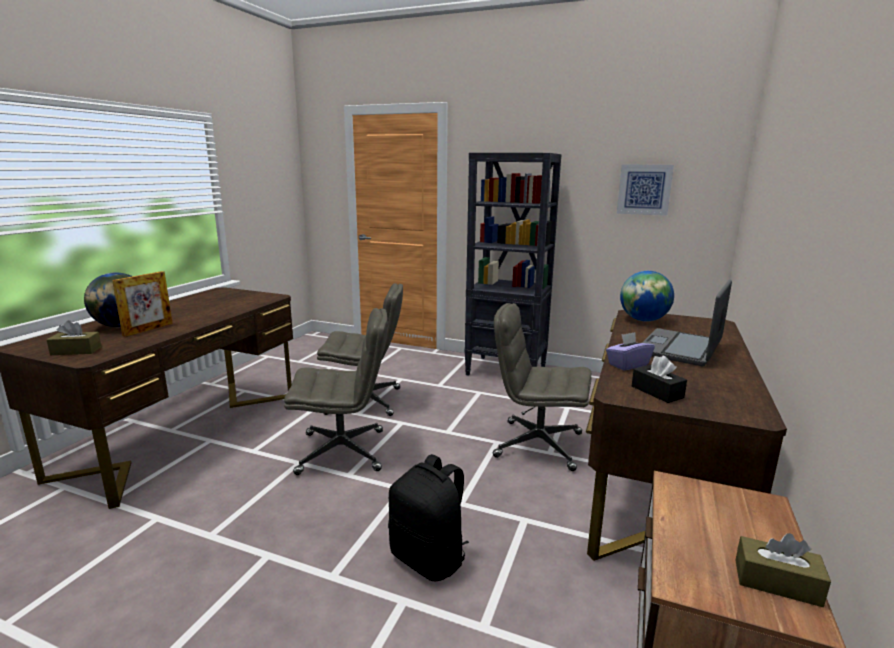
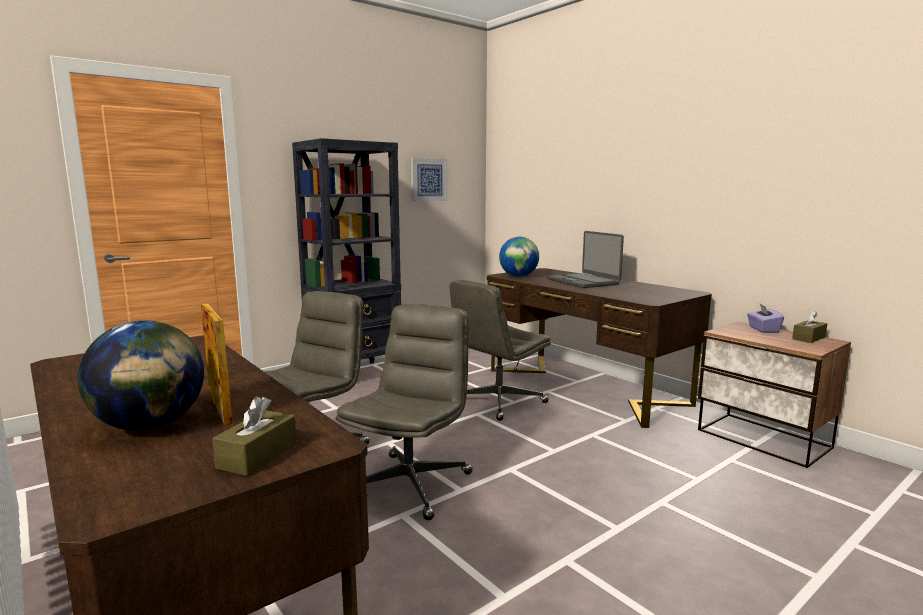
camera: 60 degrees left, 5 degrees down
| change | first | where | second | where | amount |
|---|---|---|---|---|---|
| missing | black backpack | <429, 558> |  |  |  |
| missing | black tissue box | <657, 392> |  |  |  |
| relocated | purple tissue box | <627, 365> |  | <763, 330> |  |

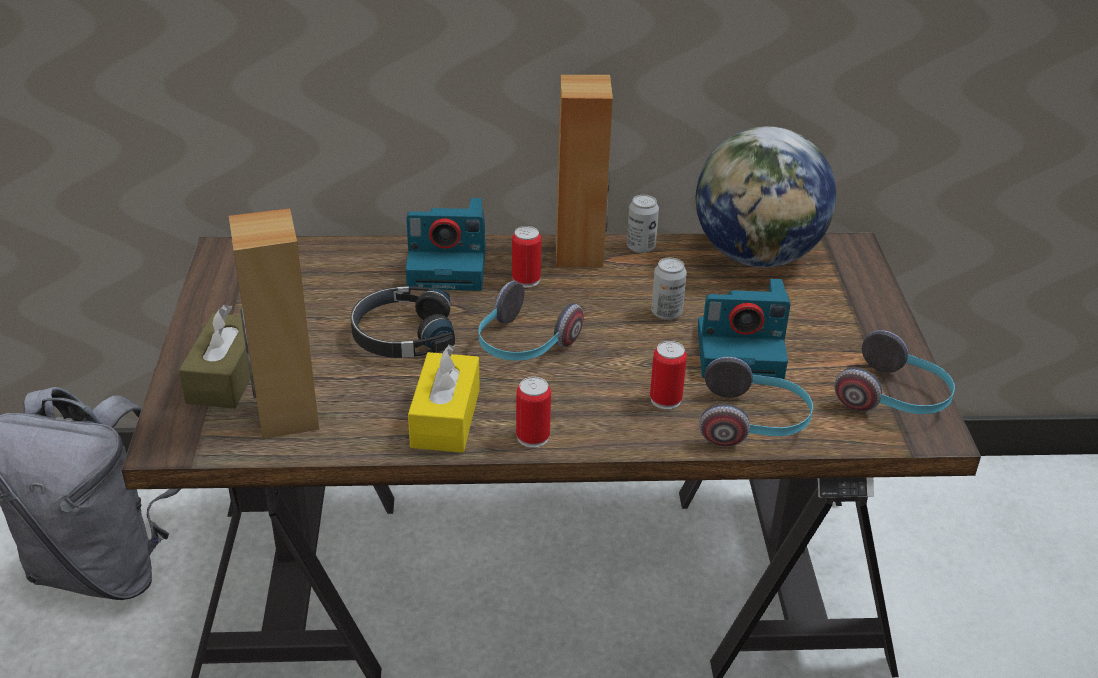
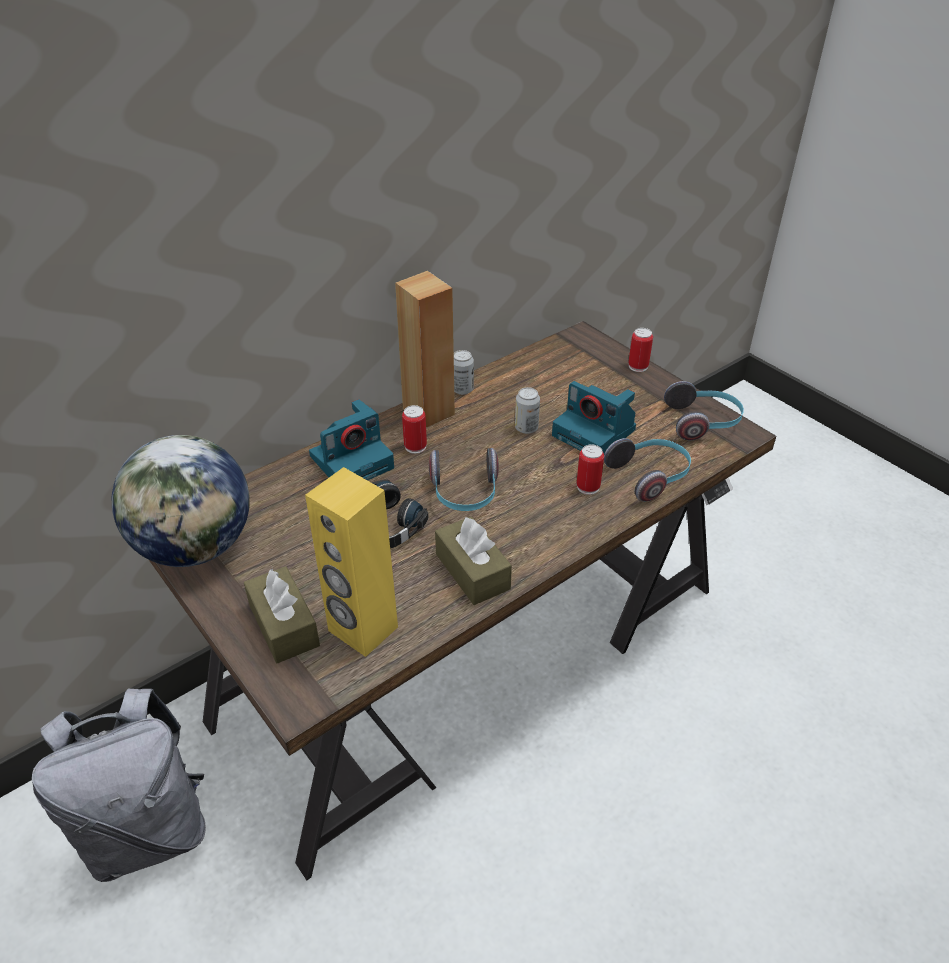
camera: 35 degrees left, 5 degrees up
| change | first | where | second | where | amount |
|---|---|---|---|---|---|
| relocated | can | <532, 437> |  | <638, 366> |  |
| relocated | globe | <757, 256> |  | <196, 547> |  |
| colour | brown speaker | <286, 415> | yellow speaker | <362, 629> |  |
| colour | yellow tissue box | <445, 418> | brown tissue box | <472, 571> |  |
| spun | photo camera | <742, 351> |  | <595, 433> | 75 degrees clockwise |

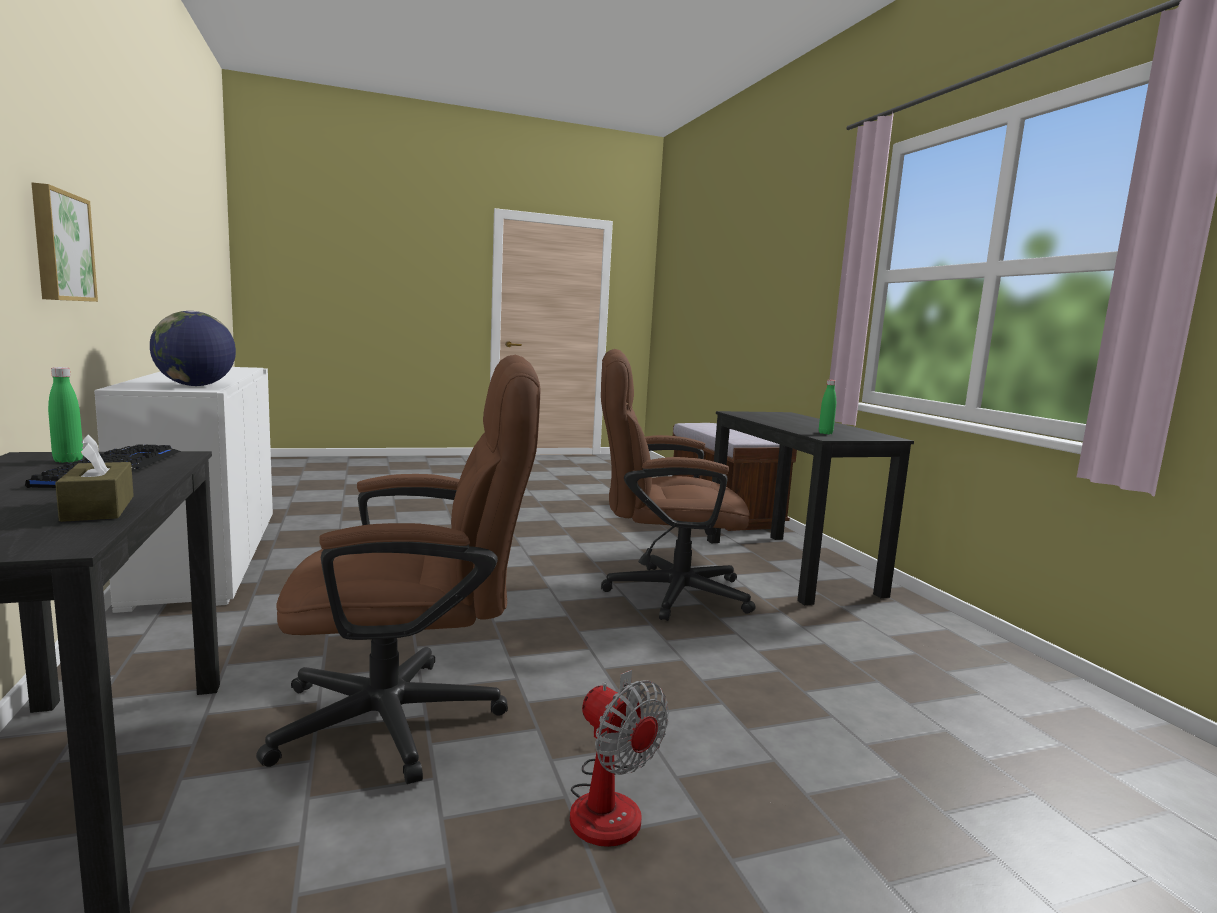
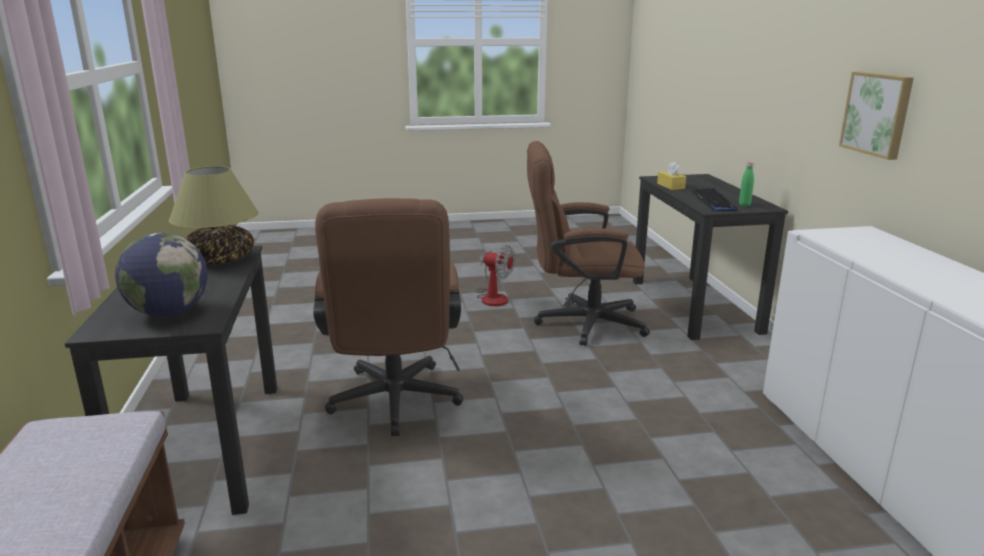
camera: 170 degrees left, 10 degrees up
| change | first | where | second | where | amount |
|---|---|---|---|---|---|
| relocated | globe | <196, 386> |  | <169, 313> |  |
| exchanged | green bottle | <825, 433> | table lamp | <220, 259> |  |
| colour | brown tissue box | <98, 508> | yellow tissue box | <670, 186> |  |
| spun | fan | <610, 801> |  | <493, 297> | 150 degrees clockwise |
| spun | brown office chair | <662, 592> |  | <394, 405> | 75 degrees clockwise |

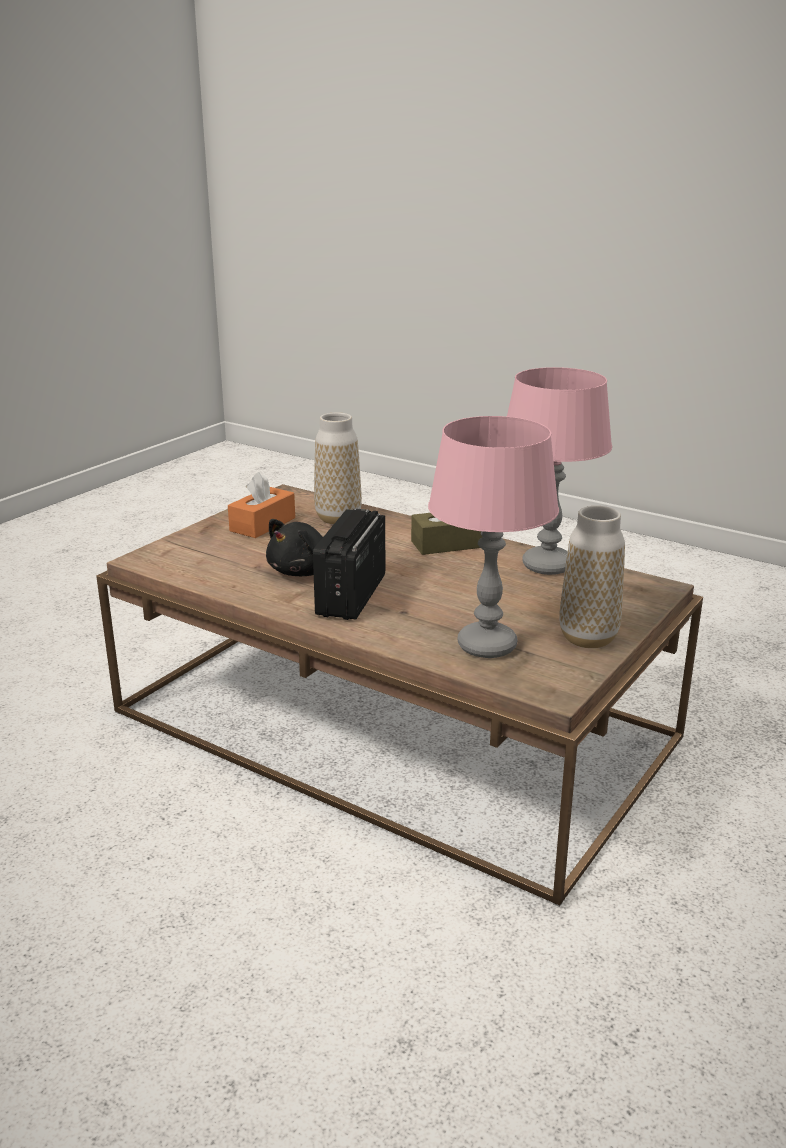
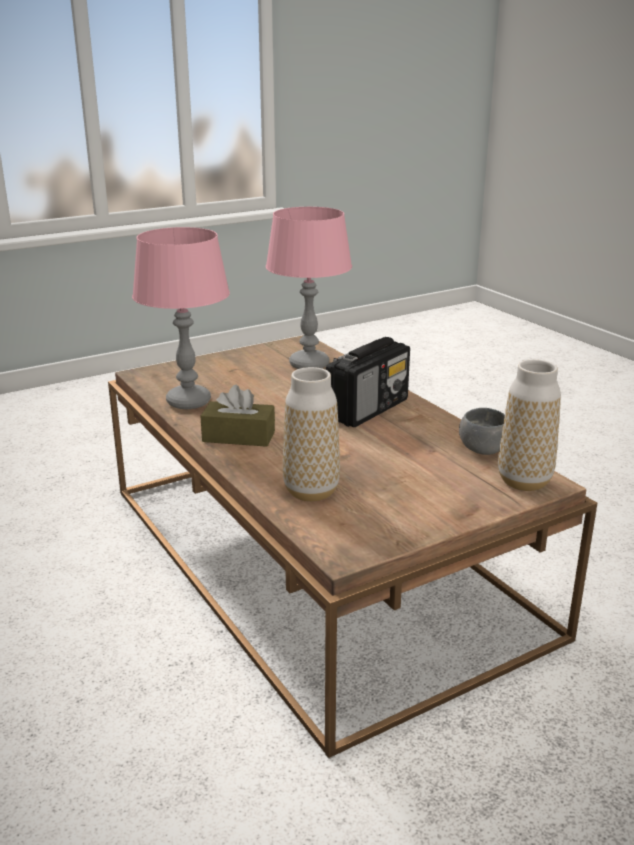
camera: 155 degrees left, 0 degrees up
| change | first | where | second | where | amount |
|---|---|---|---|---|---|
| missing | orange tissue box | <262, 524> |  |  |  |
| missing | black plush toy | <303, 571> |  |  |  |
| appeared |  |  | grey bowl | <482, 450> |  |
| relocated | vase | <588, 638> |  | <524, 481> |  |

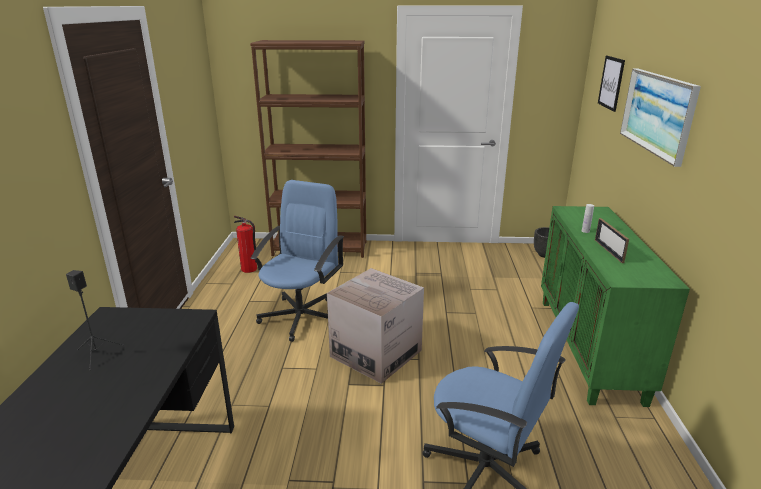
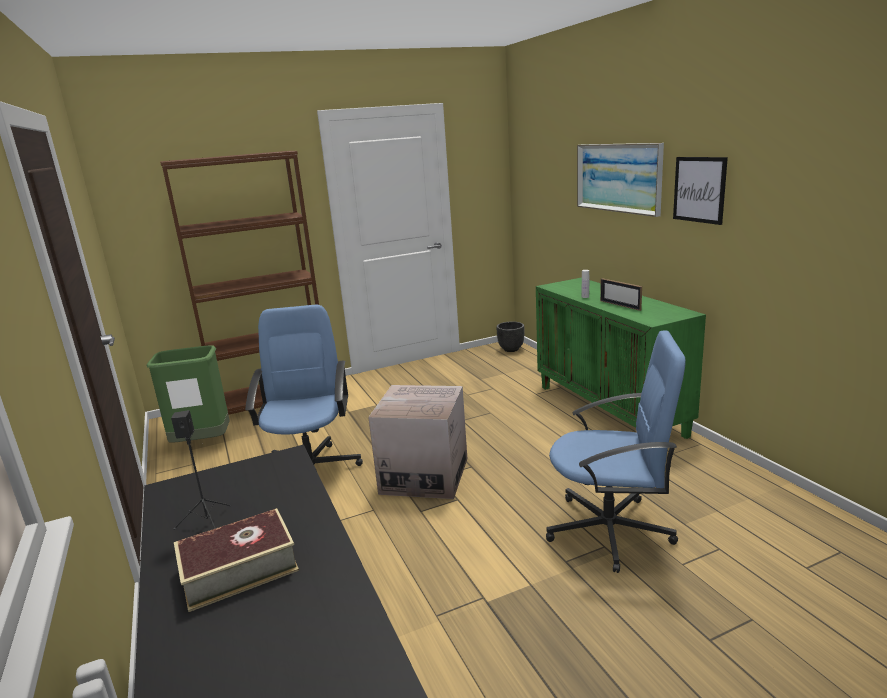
camera: 25 degrees left, 5 degrees down
| change | first | where | second | where | amount |
|---|---|---|---|---|---|
| appeared |  |  | book | <239, 569> |  |
| relocated | picture | <611, 83> |  | <699, 189> |  |
| exchanged | fire extinguisher | <249, 269> | green trash can | <202, 444> |  |

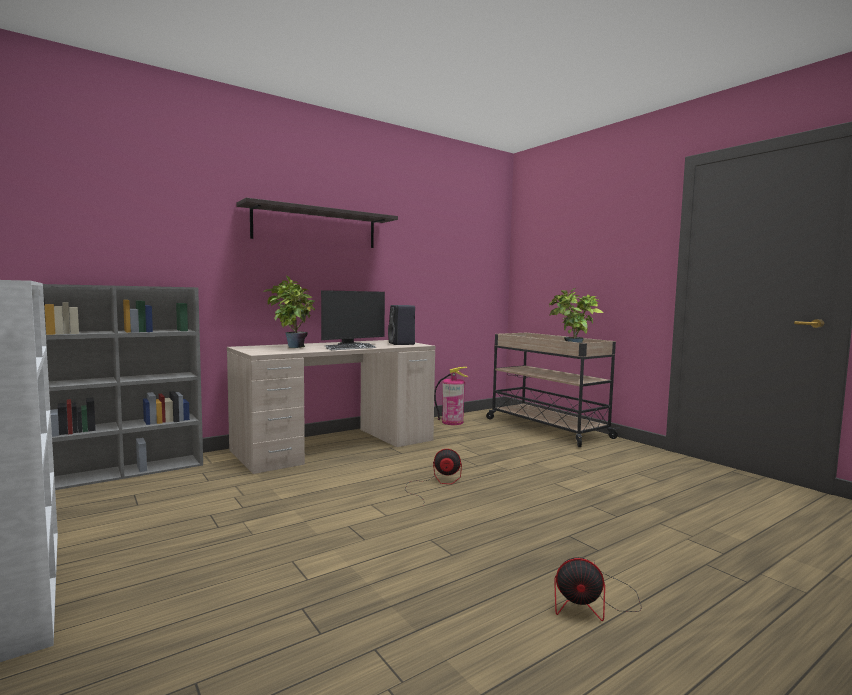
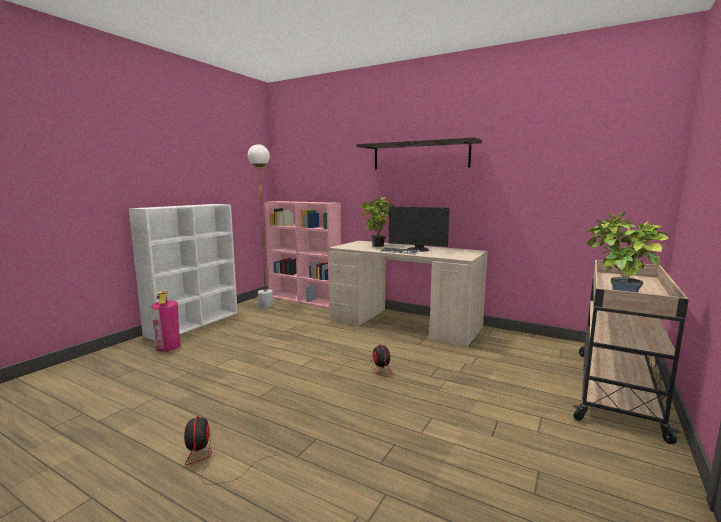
camera: 65 degrees right, 5 degrees up
| change | first | where | second | where | amount |
|---|---|---|---|---|---|
| missing | black speaker | <402, 344> |  |  |  |
| appeared |  |  | white floor lamp | <265, 305> |  |
| relocated | fire extinguisher | <452, 422> |  | <168, 346> |  |
| colour | grey bookcase | <122, 472> | pink bookcase | <305, 299> |  |

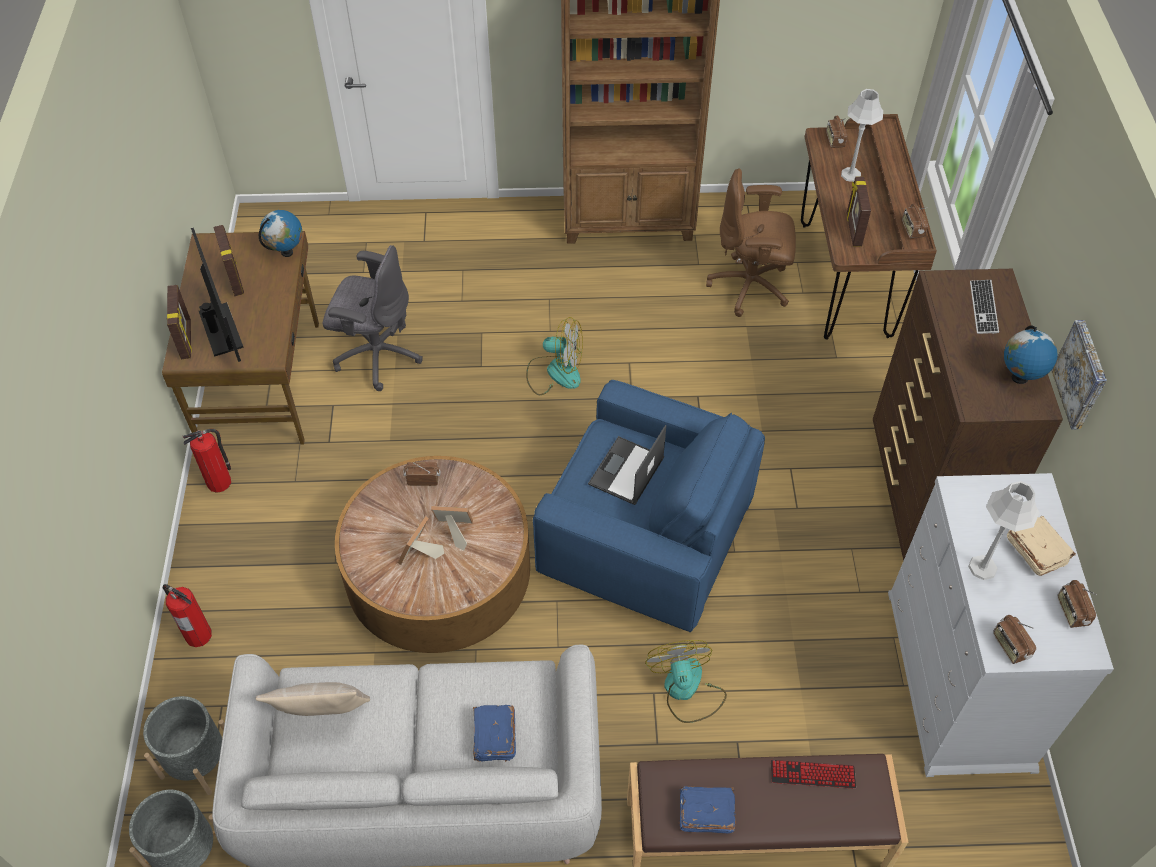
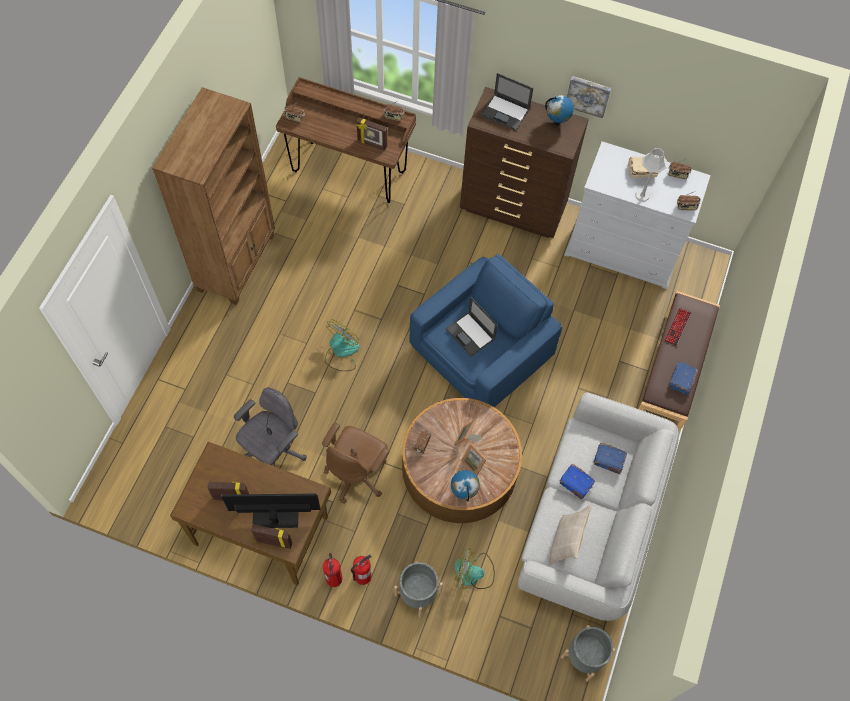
camera: 70 degrees left, 10 degrees up
| change | first | where | second | where | amount |
|---|---|---|---|---|---|
| missing | grey table lamp | <851, 174> |  |  |  |
| appeared |  |  | blue book | <576, 484> |  |
| relocated | grey planter | <198, 760> |  | <418, 593> |  |
| relocated | fire extinguisher | <198, 635> |  | <362, 576> |  |
| relocated | globe | <286, 252> |  | <464, 491> |  |
| relocated | fan | <686, 690> |  | <473, 574> |  |
| relocated | brown office chair | <750, 287> |  | <357, 474> |  |
| exchanged | keyboard | <983, 308> | laptop | <506, 112> |  |

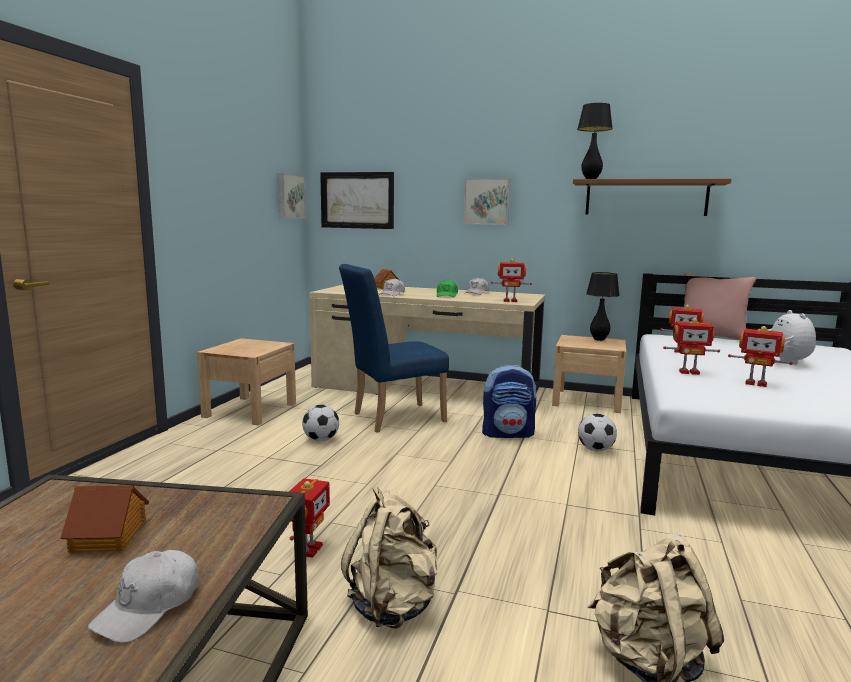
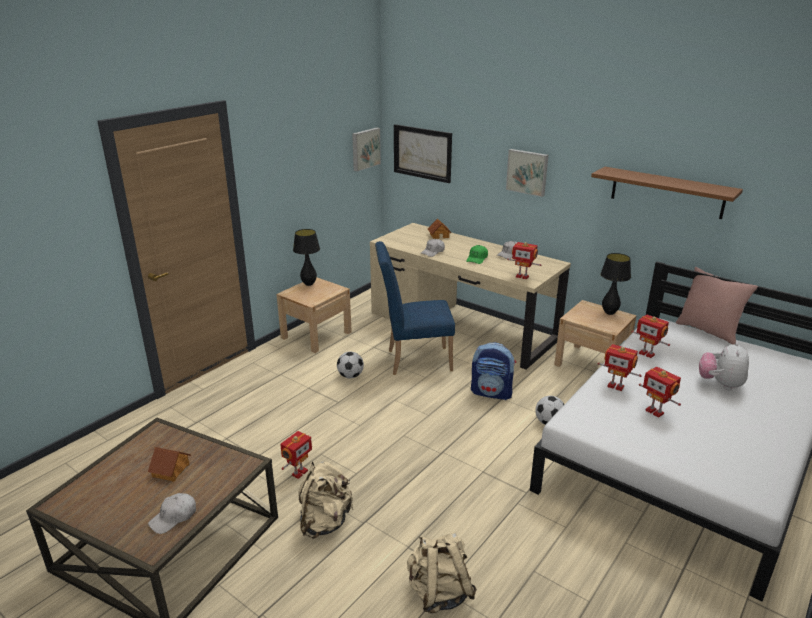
camera: 20 degrees right, 15 degrees up
| change | first | where | second | where | amount |
|---|---|---|---|---|---|
| relocated | black table lamp | <590, 179> |  | <309, 284> |  |

